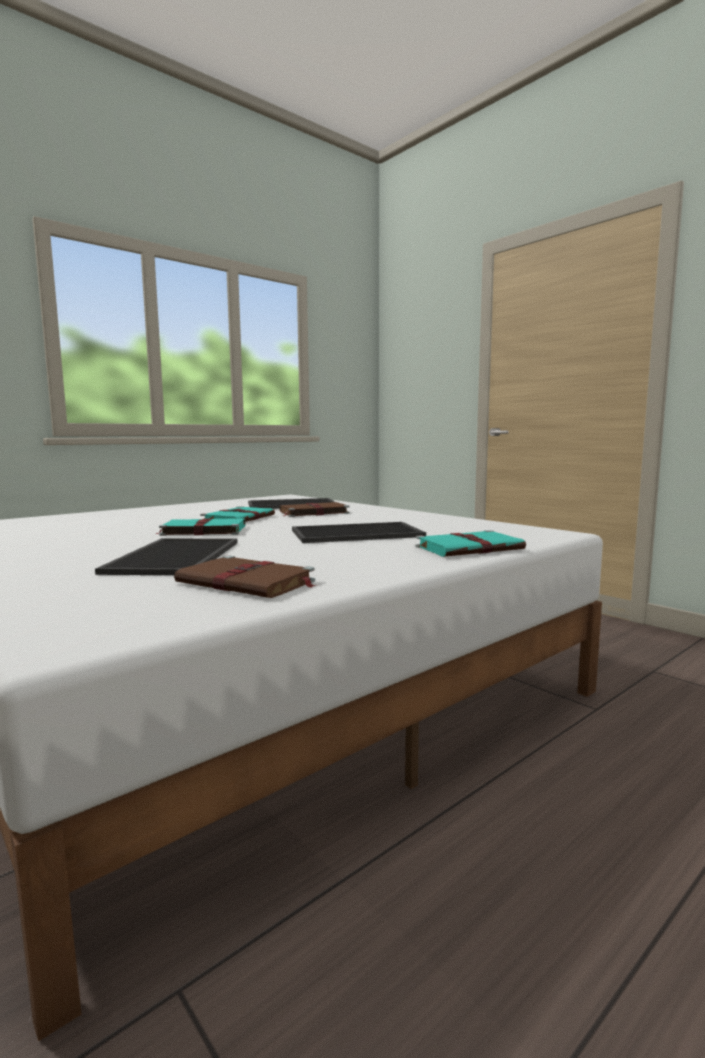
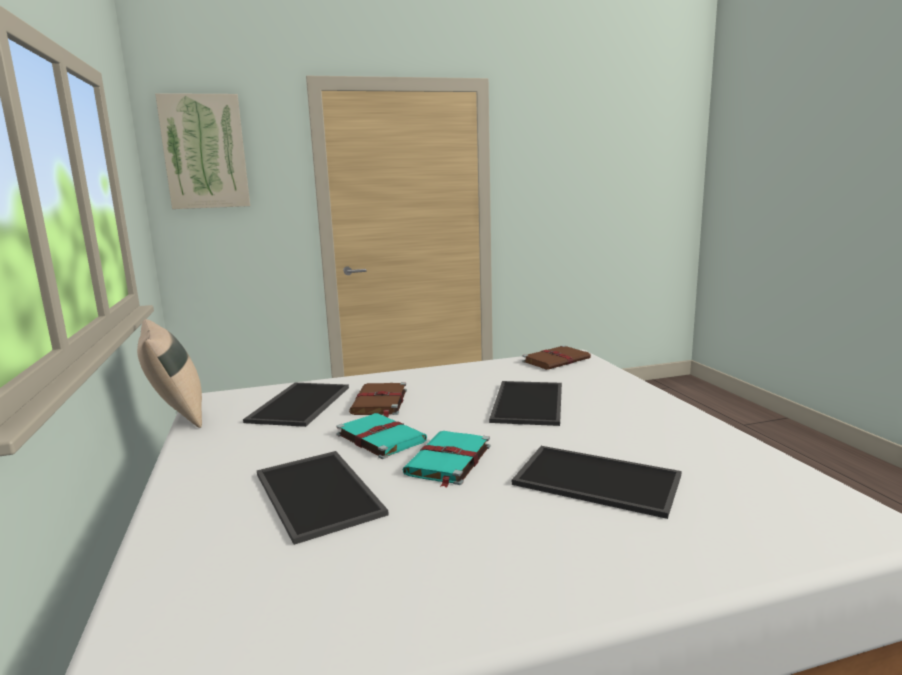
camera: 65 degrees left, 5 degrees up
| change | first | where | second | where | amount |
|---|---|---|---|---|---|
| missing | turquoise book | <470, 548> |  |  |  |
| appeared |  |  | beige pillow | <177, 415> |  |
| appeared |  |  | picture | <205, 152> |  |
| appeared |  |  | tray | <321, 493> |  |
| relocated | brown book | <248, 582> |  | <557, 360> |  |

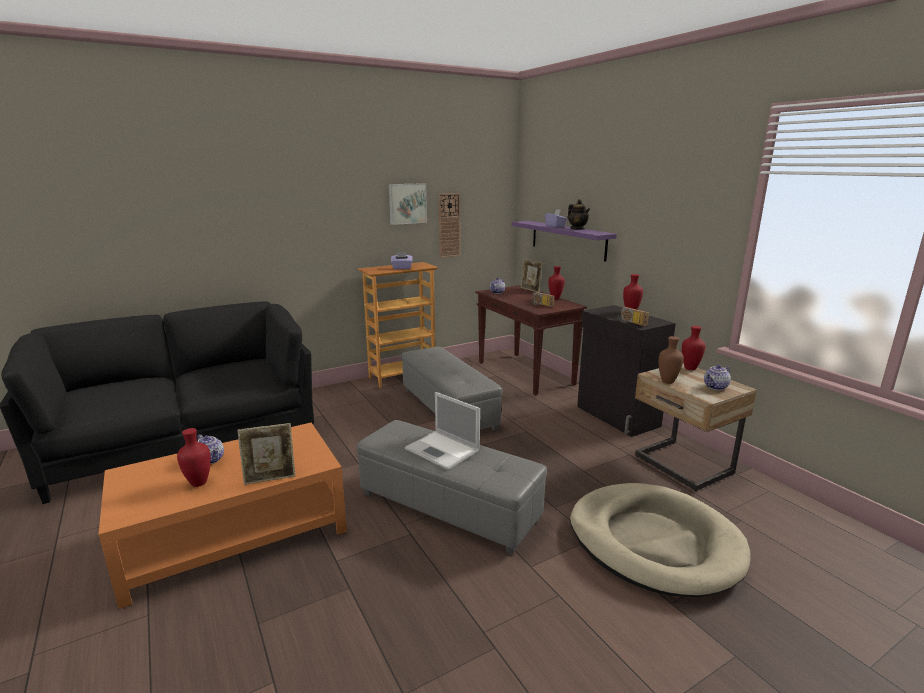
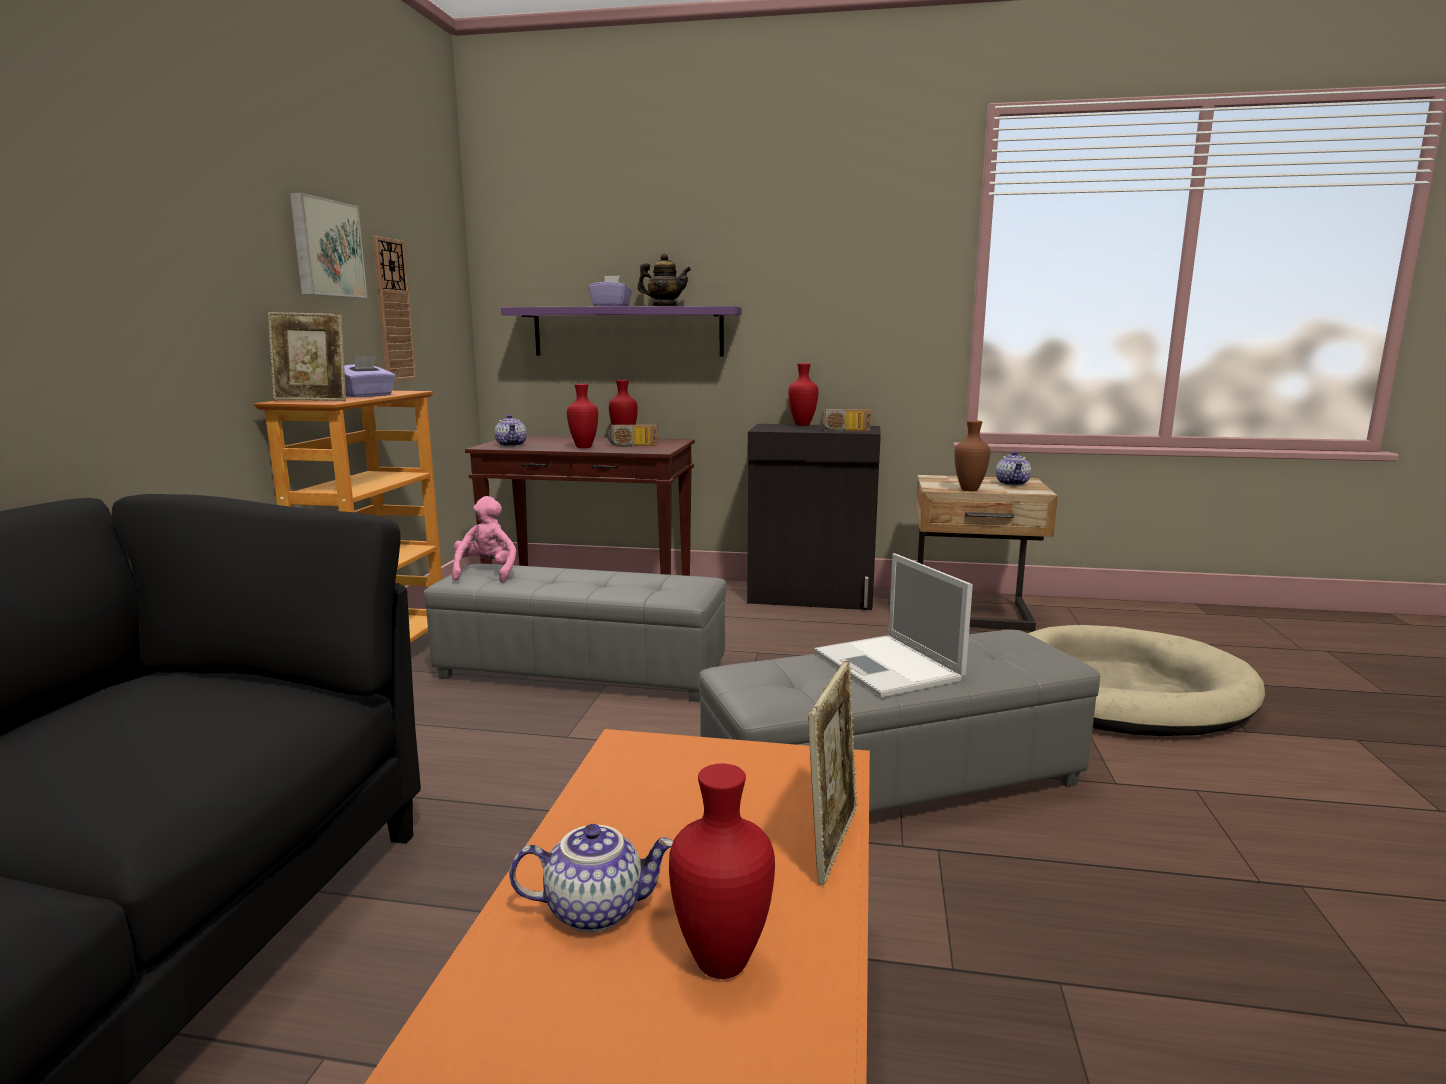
camera: 50 degrees left, 5 degrees down
| change | first | where | second | where | amount |
|---|---|---|---|---|---|
| appeared |  |  | pink plush toy | <486, 573> |  |
| relocated | picture frame | <530, 290> |  | <312, 400> |  |
| relocated | red vase | <690, 369> |  | <585, 447> |  |
| spun | laptop | <443, 450> |  | <889, 667> | 75 degrees clockwise |

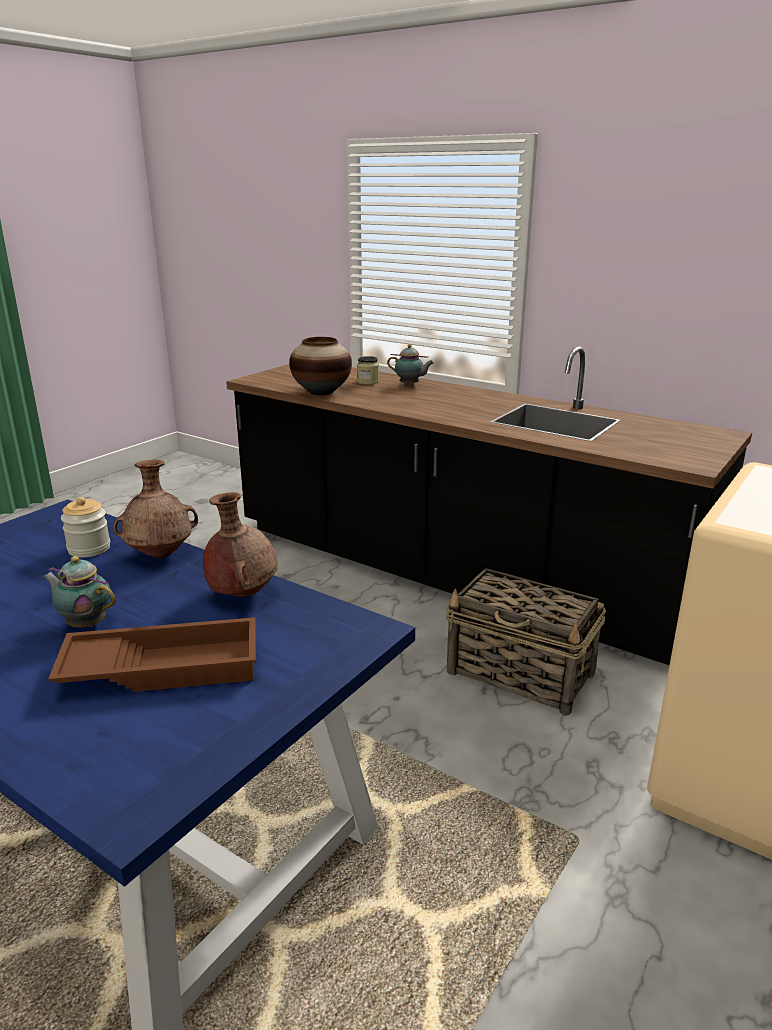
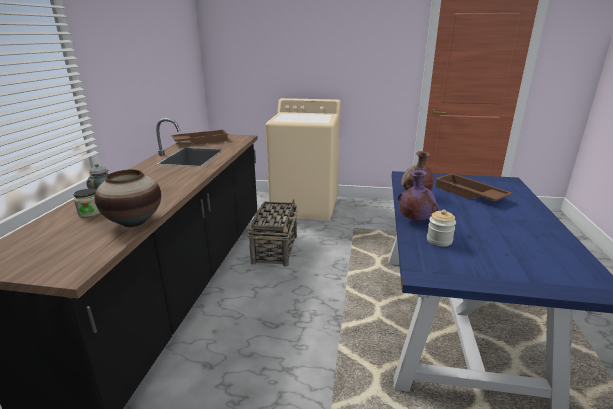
camera: 115 degrees left, 0 degrees up
| change | first | where | second | where | amount |
|---|---|---|---|---|---|
| missing | teapot | <85, 624> |  |  |  |
| appeared |  |  | brown tray | <201, 141> |  |
| colour | brown vase | <161, 554> | purple vase | <415, 220> |  |

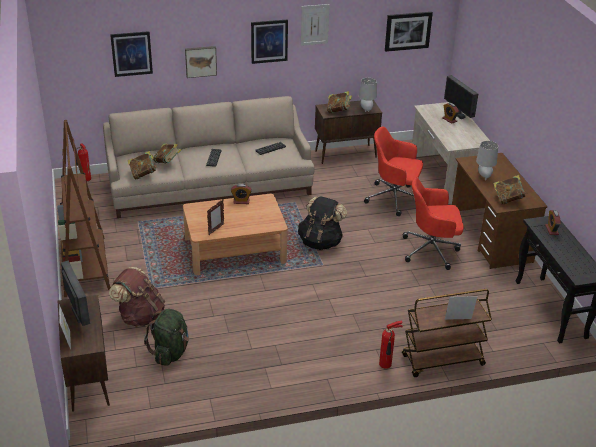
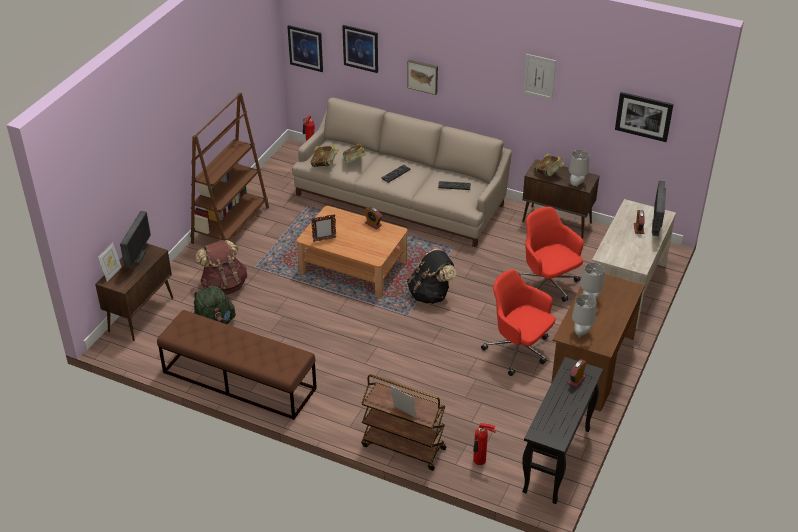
camera: 40 degrees right, 5 degrees up
| change | first | where | second | where | amount |
|---|---|---|---|---|---|
| appeared |  |  | brown bench | <238, 380> |  |
| relocated | picture | <269, 41> |  | <305, 48> |  |
| relocated | fire extinguisher | <386, 365> |  | <480, 461> |  |
| exchanged | book | <508, 199> | grey table lamp | <581, 332> |  |

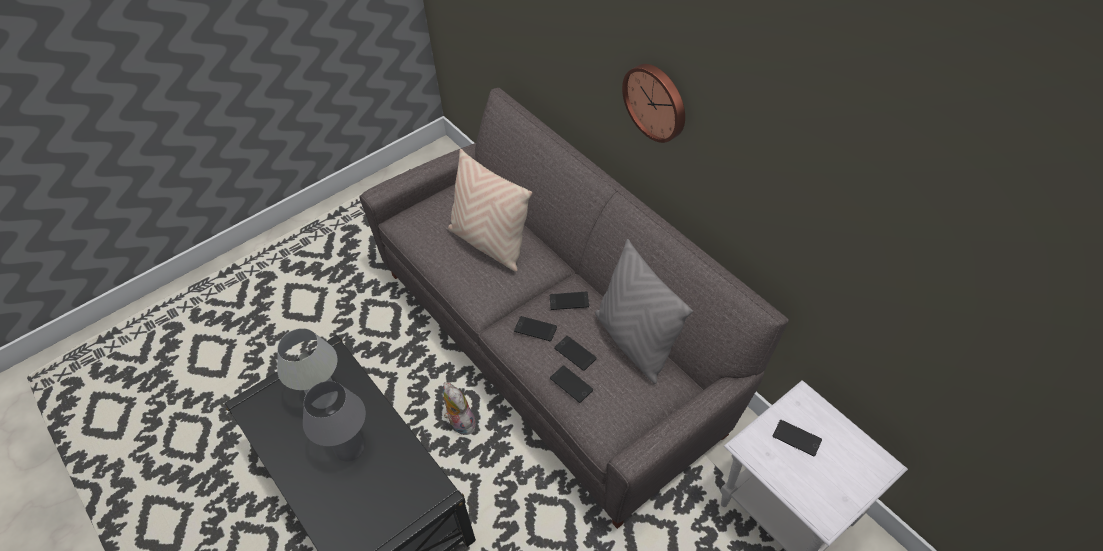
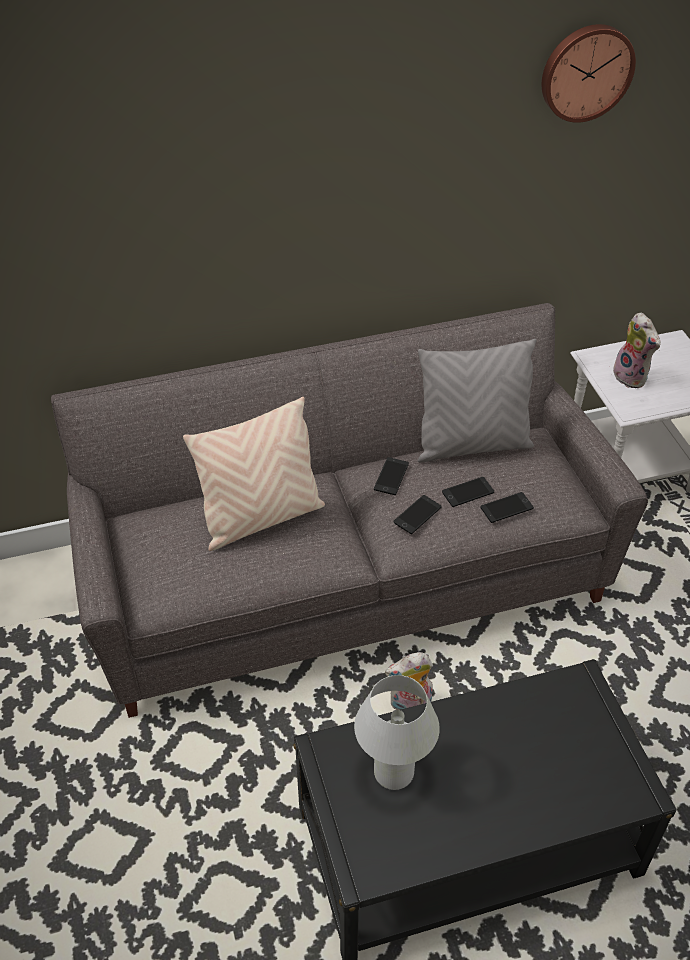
camera: 70 degrees left, 5 degrees down
| change | first | where | second | where | amount |
|---|---|---|---|---|---|
| missing | grey table lamp | <350, 449> |  |  |  |
| relocated | wall clock | <656, 101> |  | <585, 72> |  |
| exchanged | phone | <796, 438> | plush toy | <632, 377> |  |

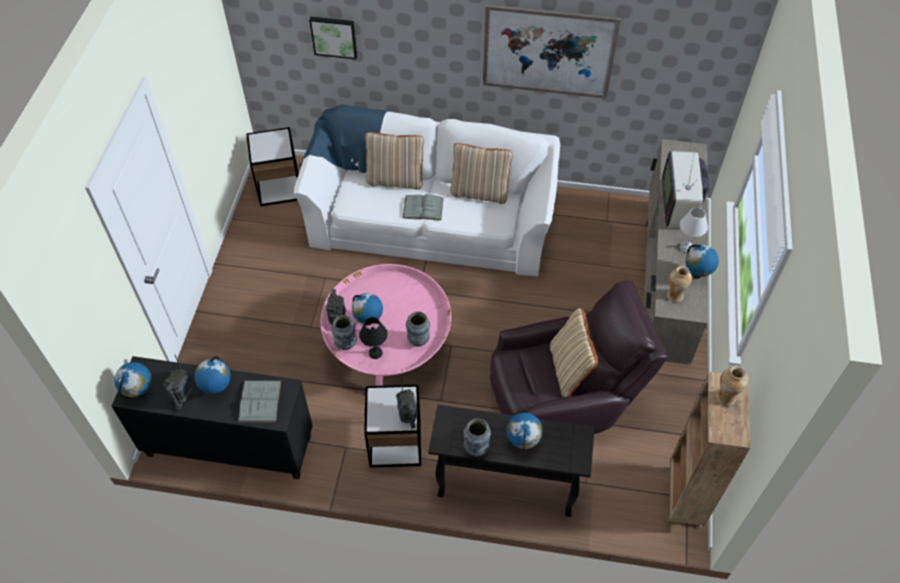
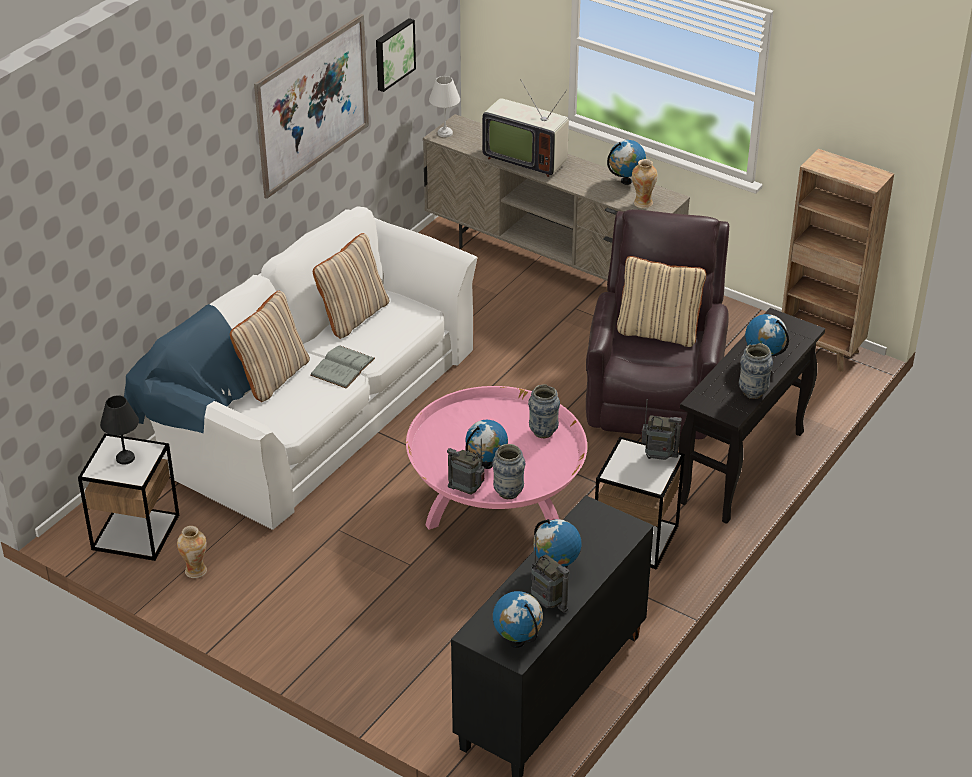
camera: 65 degrees left, 15 degrees down
| change | first | where | second | where | amount |
|---|---|---|---|---|---|
| missing | grey book | <260, 401> |  |  |  |
| relocated | picture | <334, 36> |  | <393, 54> |  |
| relocated | black table lamp | <376, 352> |  | <124, 457> |  |
| relocated | white table lamp | <686, 248> |  | <445, 133> |  |
| relocated | vase | <725, 397> |  | <195, 571> |  |

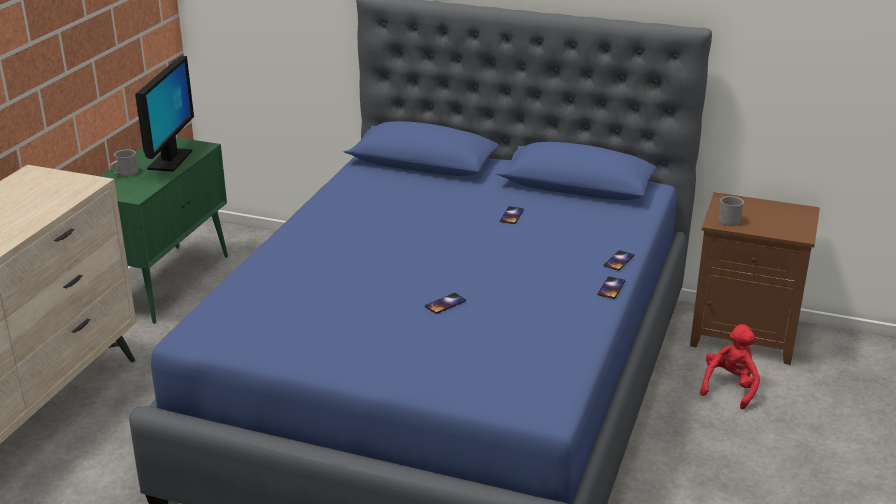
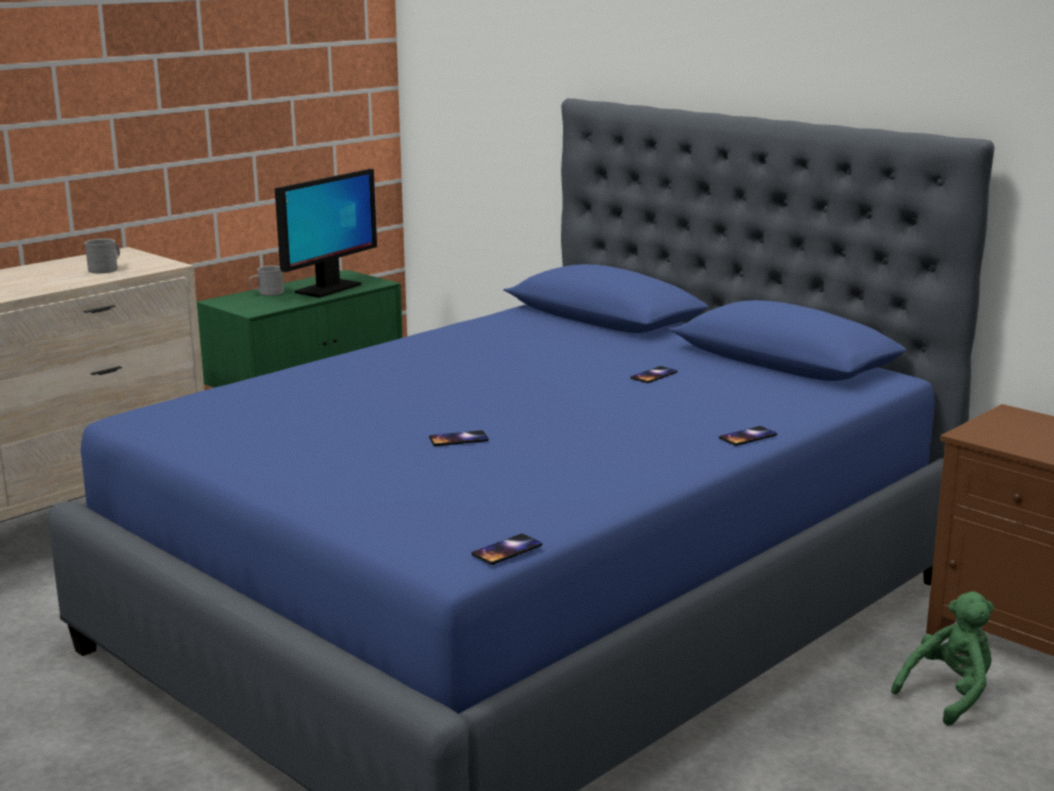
camera: 25 degrees right, 10 degrees down
| change | first | where | second | where | amount |
|---|---|---|---|---|---|
| relocated | phone | <611, 288> |  | <507, 550> |  |
| relocated | grey mug | <728, 219> |  | <106, 269> |  |
| colour | red plush toy | <730, 387> | green plush toy | <949, 695> |  |

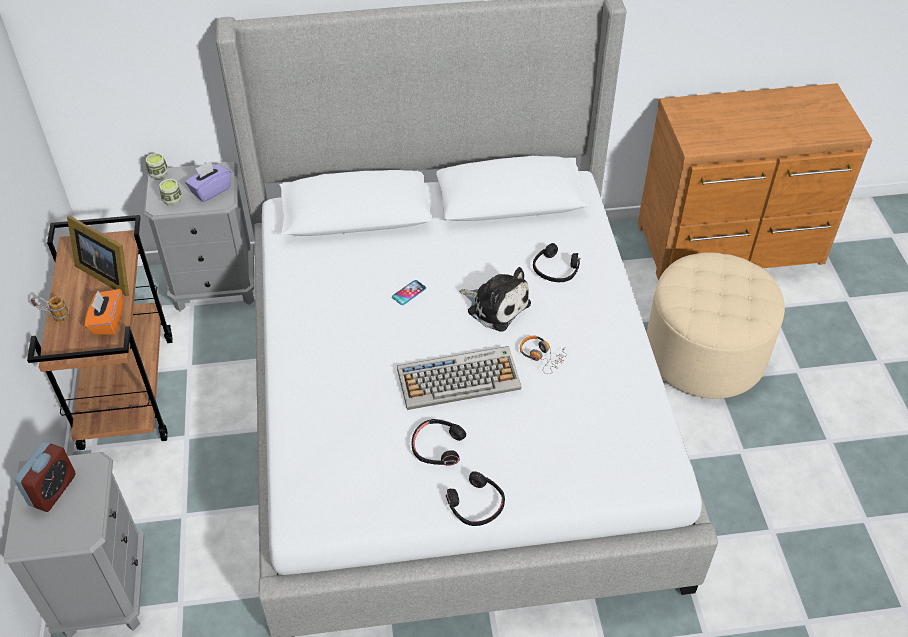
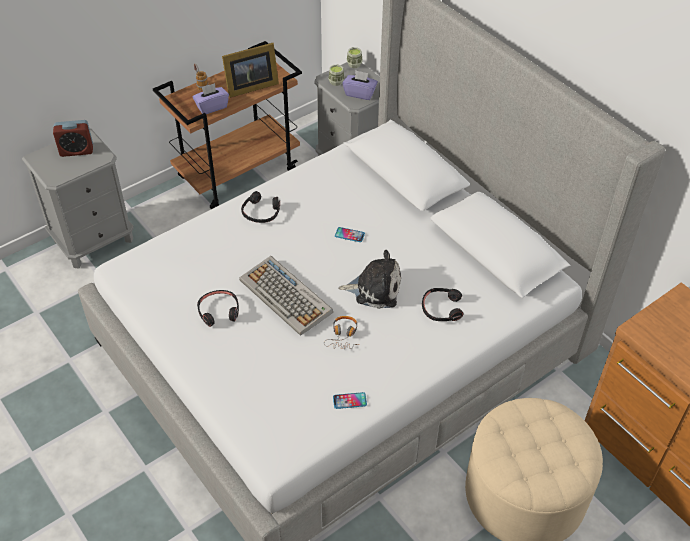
camera: 60 degrees right, 0 degrees up
| change | first | where | second | where | amount |
|---|---|---|---|---|---|
| appeared |  |  | phone | <349, 401> |  |
| relocated | black headphones | <476, 505> |  | <261, 212> |  |
| colour | orange tissue box | <108, 321> | purple tissue box | <211, 107> |  |
| spun | picture frame | <107, 274> |  | <249, 87> | 120 degrees counterclockwise |
| spun | plush toy | <496, 306> |  | <374, 289> | 90 degrees counterclockwise |

